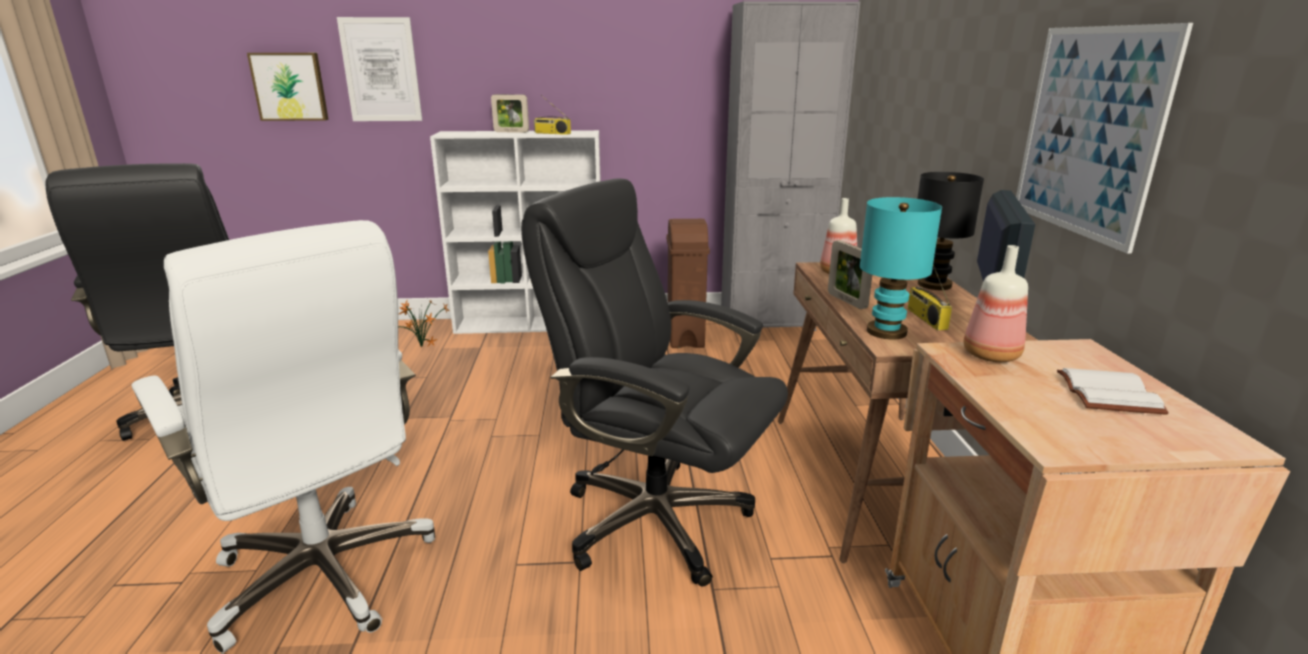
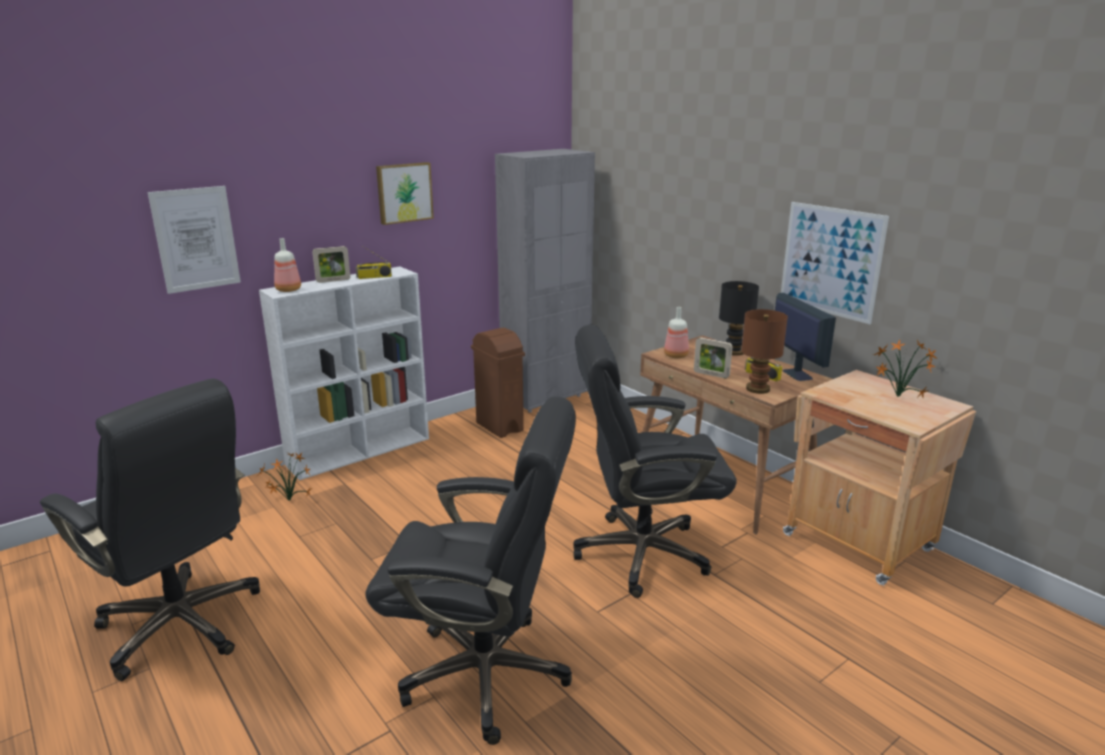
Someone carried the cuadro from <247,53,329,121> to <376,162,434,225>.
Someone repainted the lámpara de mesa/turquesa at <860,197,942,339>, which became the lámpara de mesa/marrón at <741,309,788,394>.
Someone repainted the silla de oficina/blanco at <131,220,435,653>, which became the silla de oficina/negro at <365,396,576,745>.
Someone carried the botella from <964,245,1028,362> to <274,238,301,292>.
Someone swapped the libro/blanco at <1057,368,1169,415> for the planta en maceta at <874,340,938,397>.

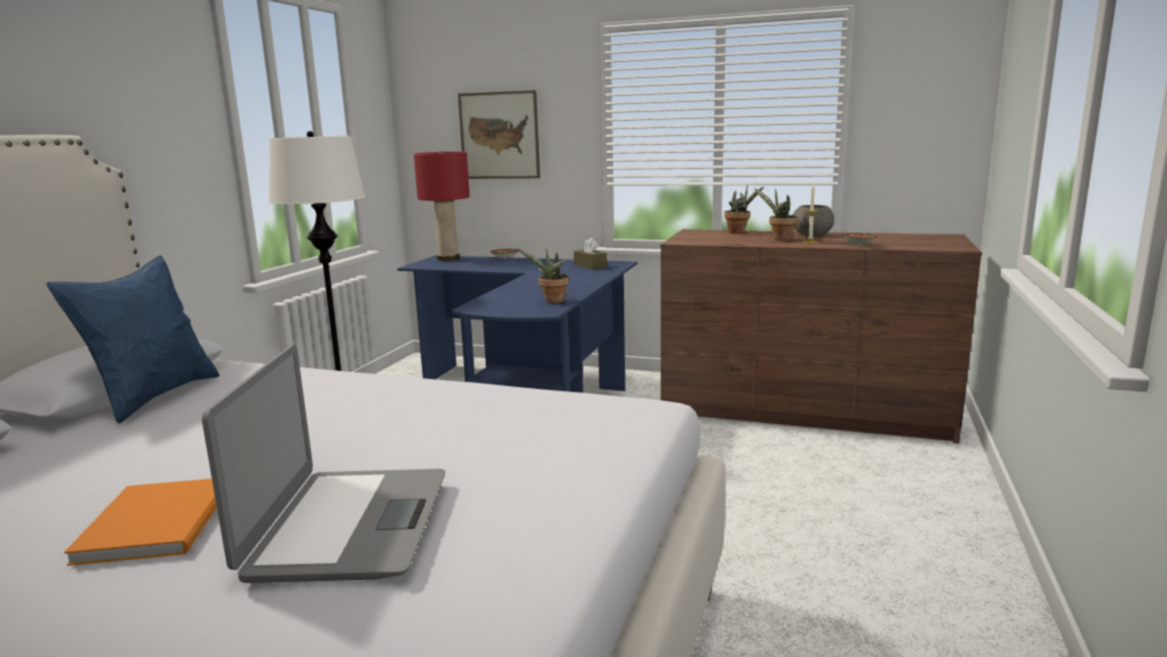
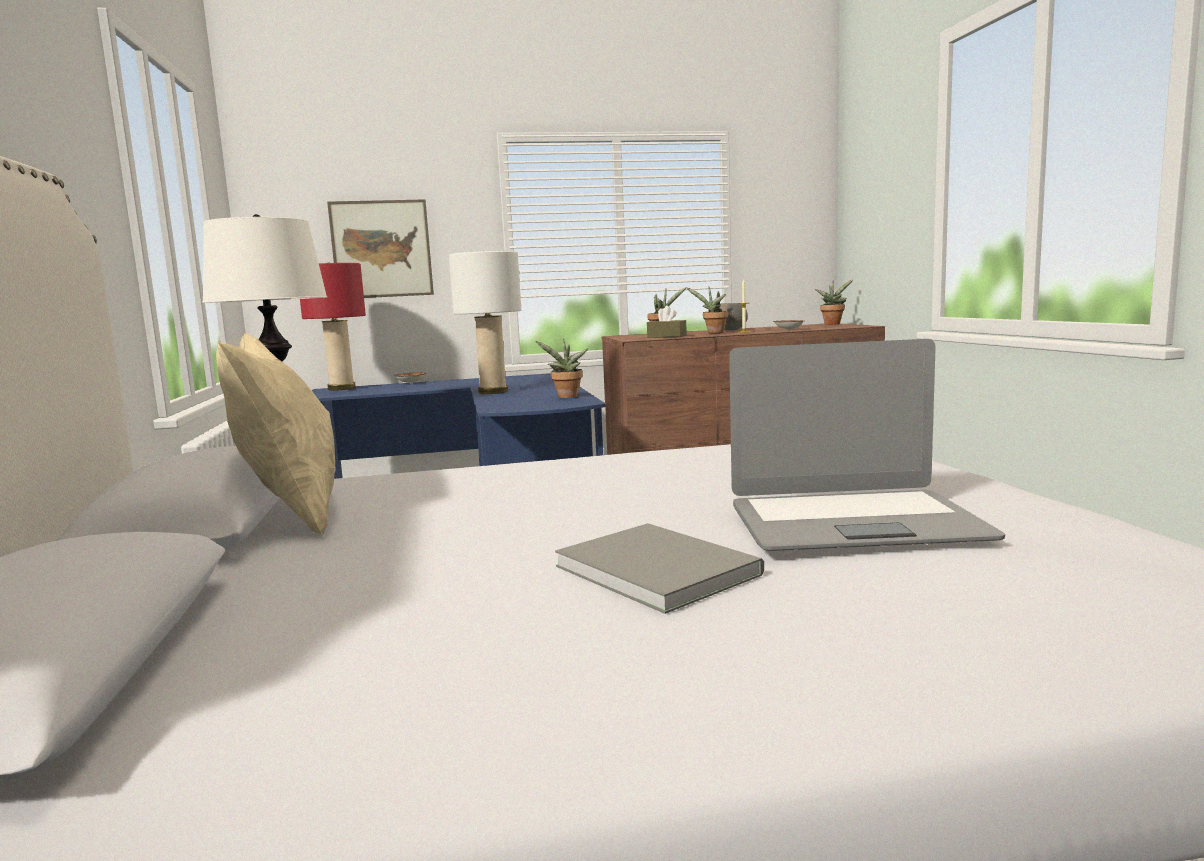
Someone carried the caja de pañuelos/marrón from <574,238,607,269> to <647,306,687,338>.
Someone repainted the cojín/azul at <46,256,219,424>, which became the cojín/beis at <216,333,336,536>.
Someone rotated the portátil at <202,345,445,583> by 120 degrees clockwise.
Someone repainted the libro/naranja at <64,479,217,566>, which became the libro/gris at <555,523,764,614>.
Someone put down the lámpara de mesa/blanco at <449,251,521,394>.
Someone put down the planta en maceta at <815,279,853,325>.

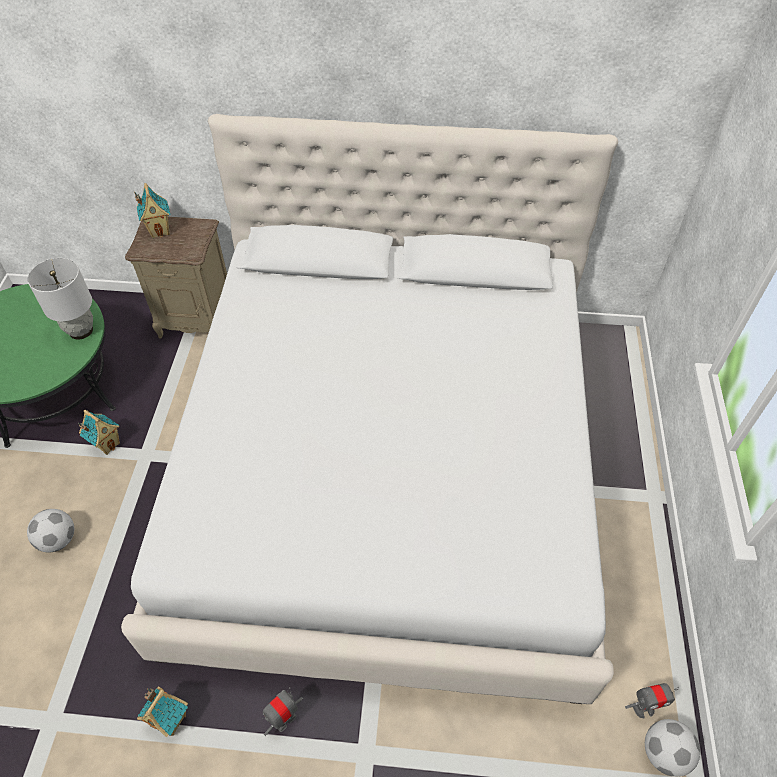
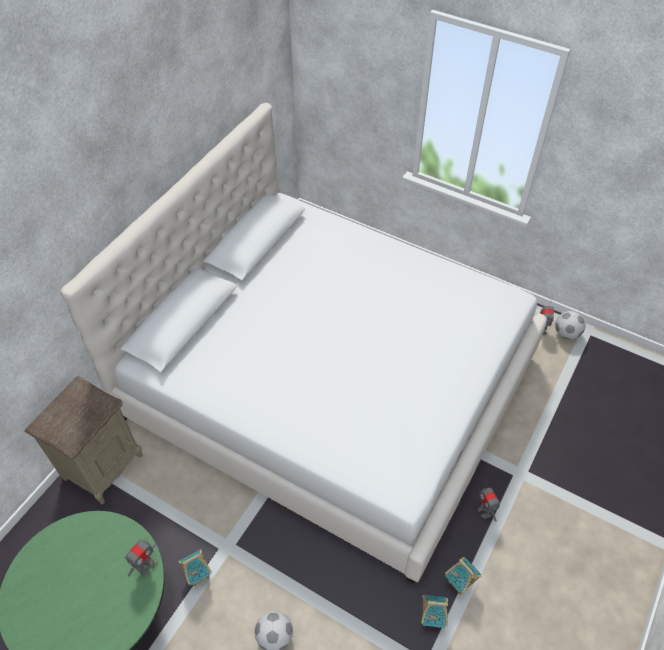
Someone carried the casita from <134,183,170,238> to <421,595,448,628>.
Someone took away the lámpara de mesa/blanco at <28,258,93,340>.
Someone put down the robot de juguete at <124,536,157,577>.

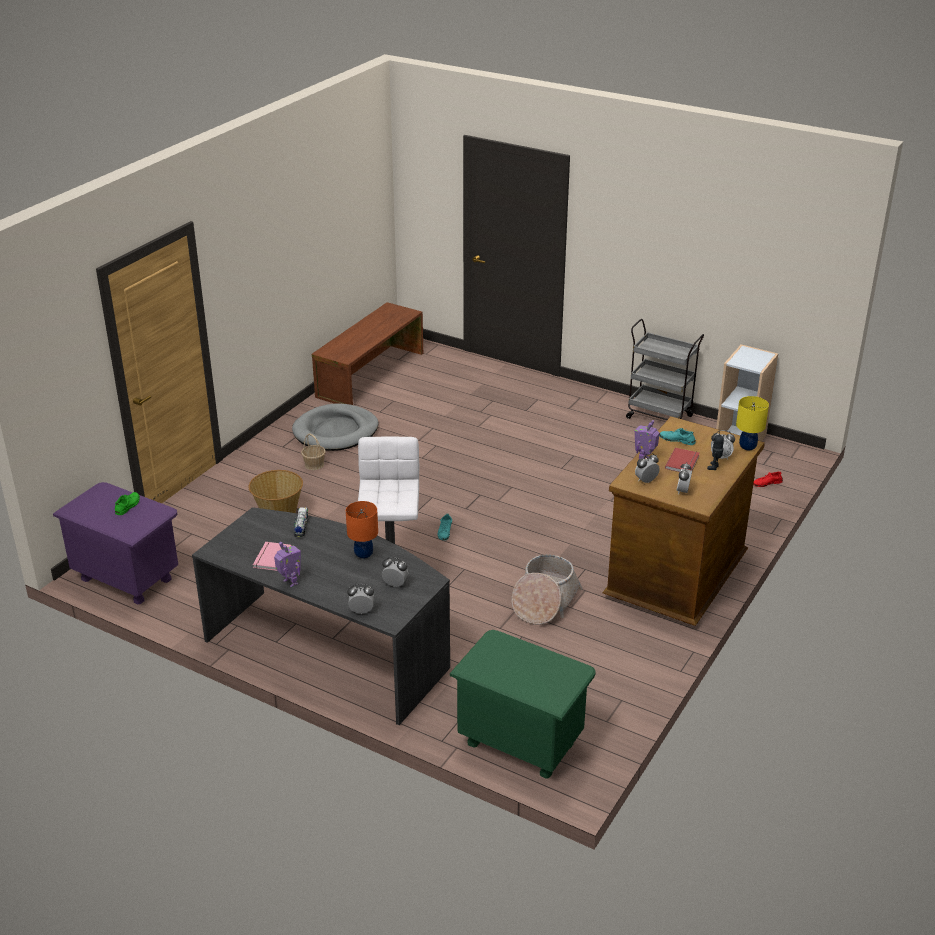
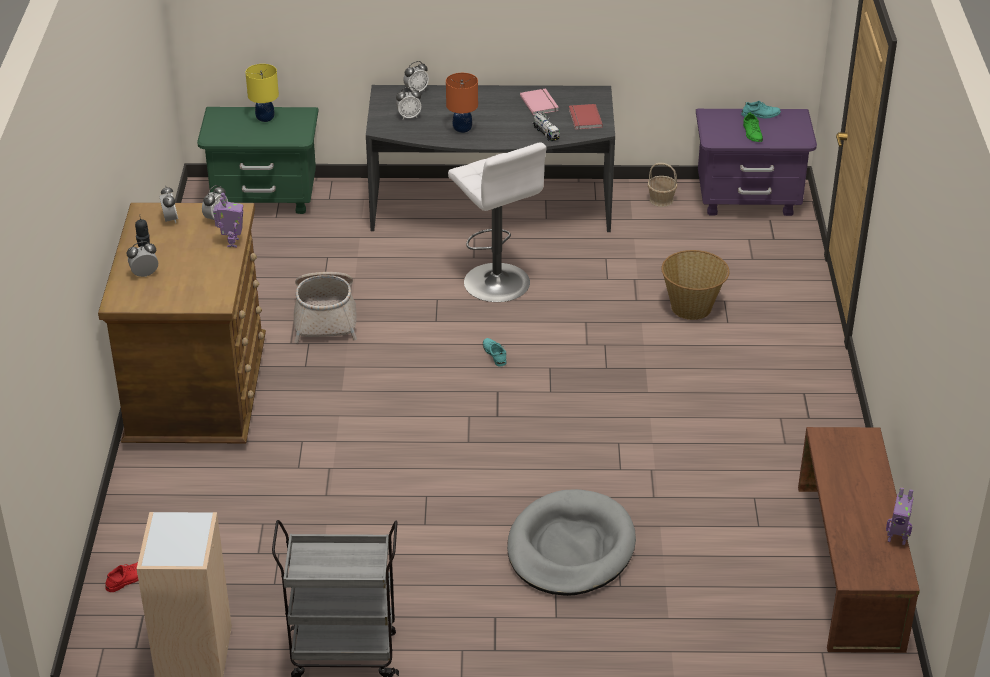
Someone carried the lámpara de mesa/amarillo from <736,396,769,450> to <245,64,279,122>.
Someone carried the cama para perro/gris from <292,403,379,451> to <507,489,636,596>.
Someone carried the zapato/turquesa from <659,428,696,445> to <741,101,781,119>.
Someone carried the cesta from <301,434,326,470> to <648,163,677,207>.
Someone carried the libro/rojo from <665,448,699,472> to <569,104,603,130>.
Someone carried the robot de juguete from <274,542,301,587> to <886,487,914,545>.

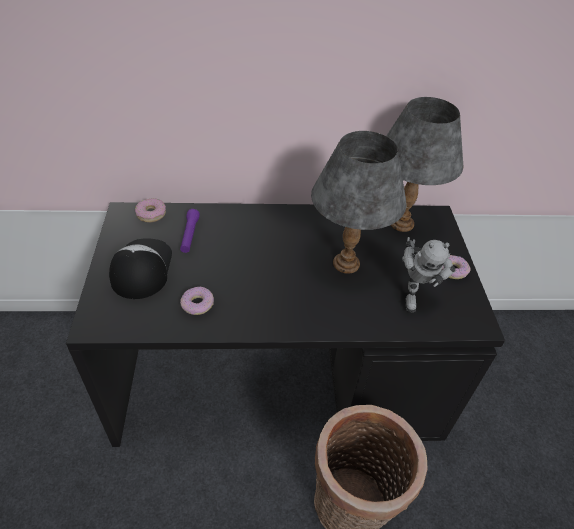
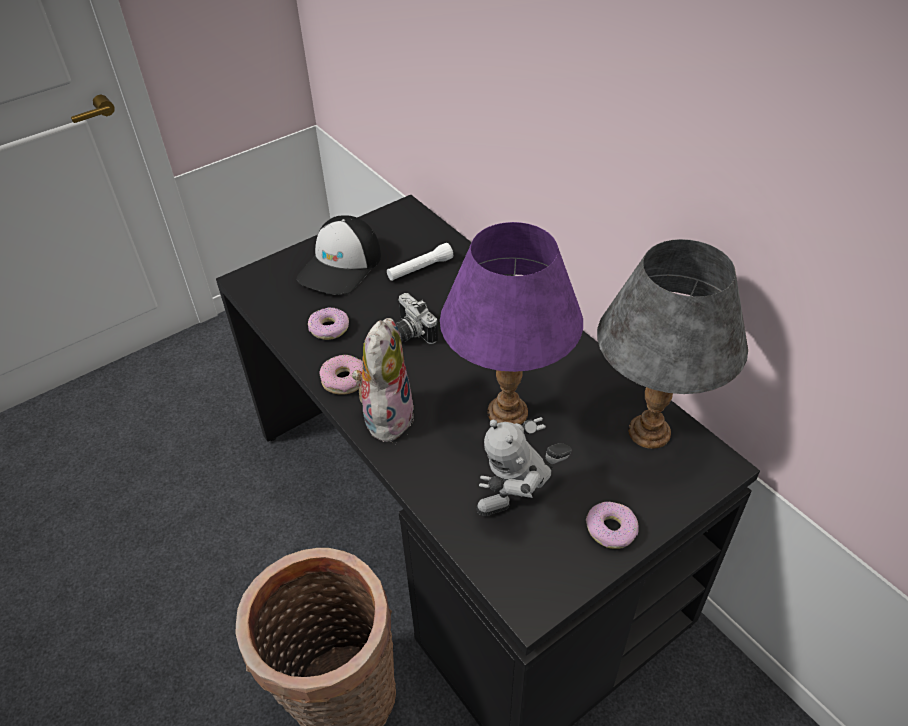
Someone repainted the lámpara de mesa/gris at <311,131,407,274>, which became the lámpara de mesa/morado at <440,222,583,425>.
Someone carried the rosquilla from <135,198,166,222> to <320,355,363,395>.
Someone repainted the linterna/morado at <180,209,200,253>, which became the linterna/blanco at <387,243,453,281>.
Someone rotated the gorra at <109,238,172,299> by 150 degrees clockwise.
Someone put down the cámara at <396,293,438,344>.
Someone put down the peluche at <352,318,414,445>.

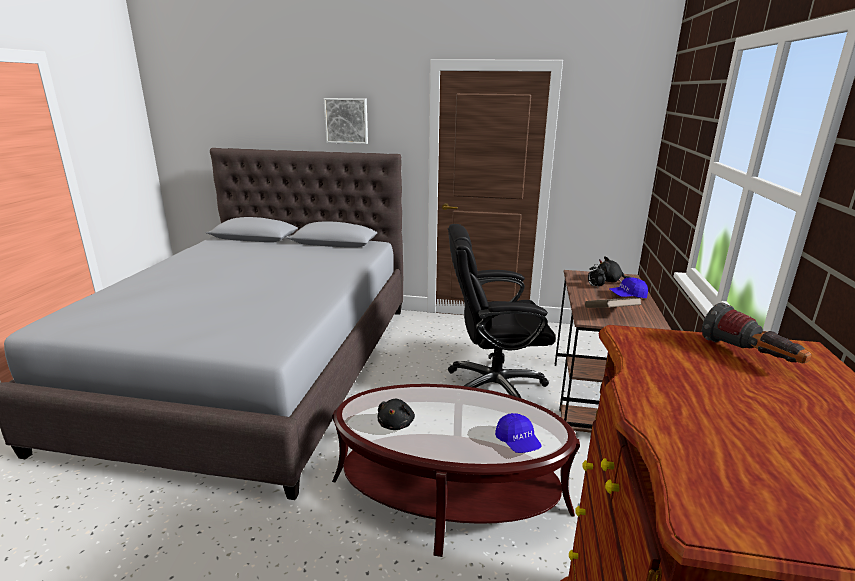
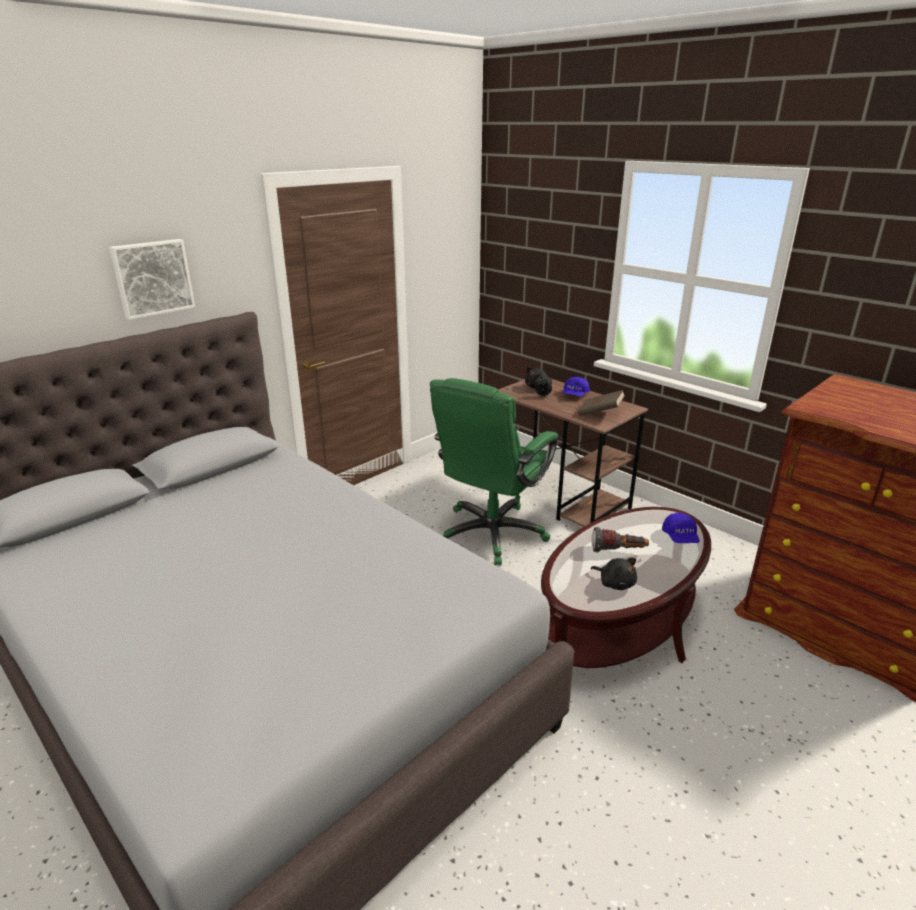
Someone repainted the silla de oficina/negro at <448,224,555,398>, which became the silla de oficina/verde at <430,378,558,566>.
Someone carried the linterna from <702,303,811,363> to <591,527,649,553>.
Someone rotated the gorra/azul at <495,413,542,453> by 75 degrees clockwise.

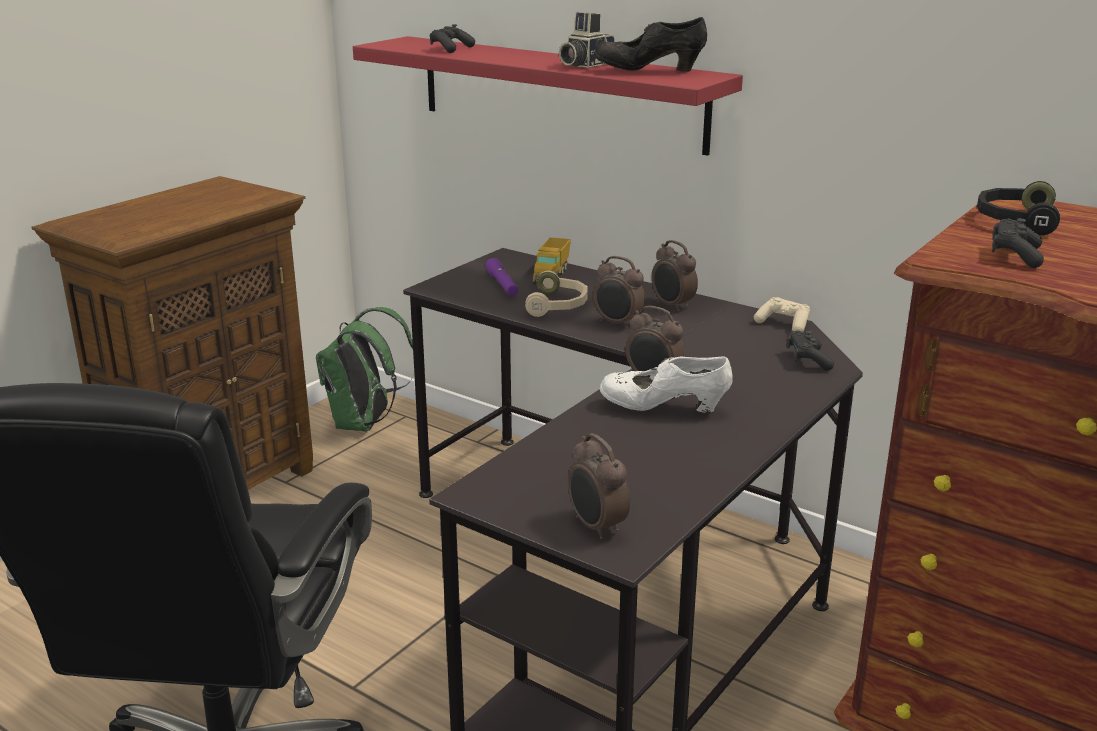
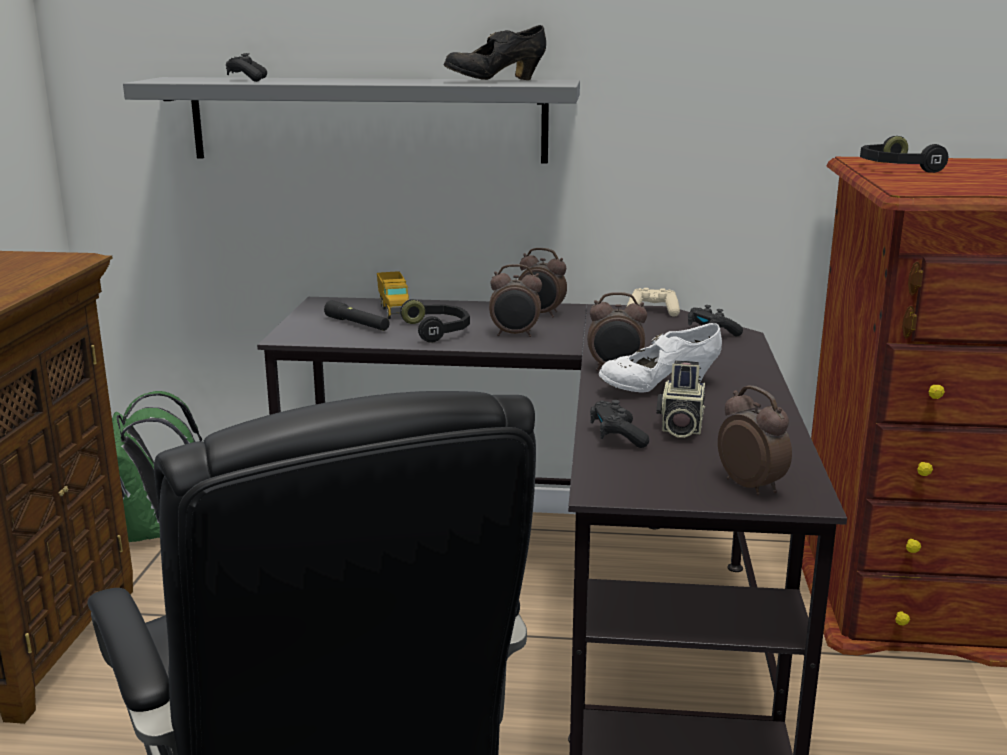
Someone carried the cámara from <559,11,615,68> to <656,360,705,438>.
Someone repainted the estante/rojo at <353,36,743,156>, which became the estante/gris at <123,77,580,163>.
Someone carried the mando de consola/negro from <992,218,1044,268> to <590,400,649,448>.
Someone repainted the linterna/morado at <485,258,519,296>, which became the linterna/negro at <324,300,390,331>.
Someone repainted the auriculares/beis at <525,271,588,317>, which became the auriculares/negro at <400,299,470,343>.
Someone rotated the despertador at <568,433,630,540> by 150 degrees counterclockwise.

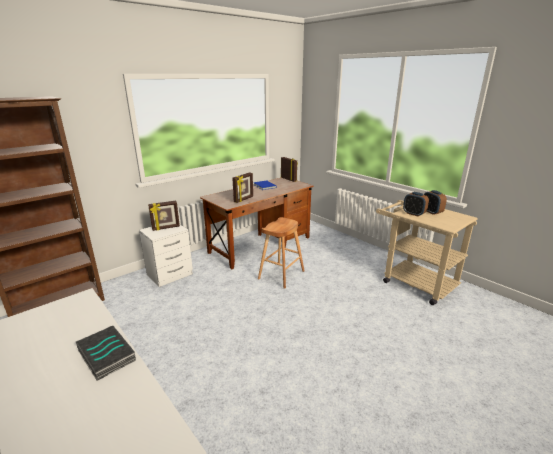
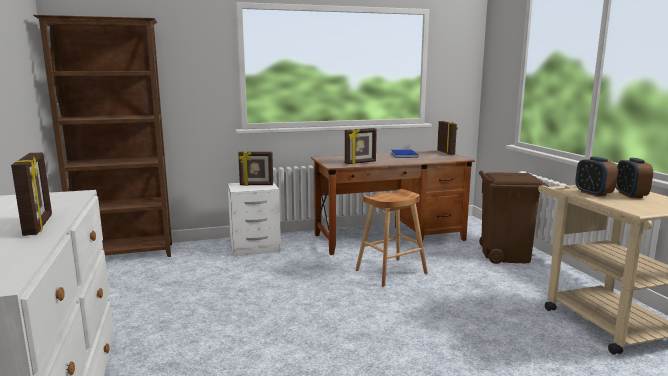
Someone swapped the libro at <76,326,136,381> for the portarretratos at <11,152,52,236>.
Someone put down the papelera/marrón at <479,171,549,264>.

